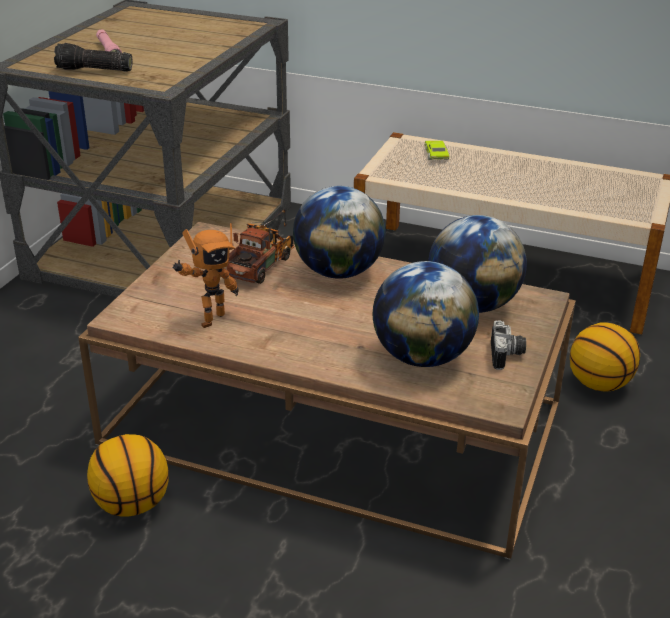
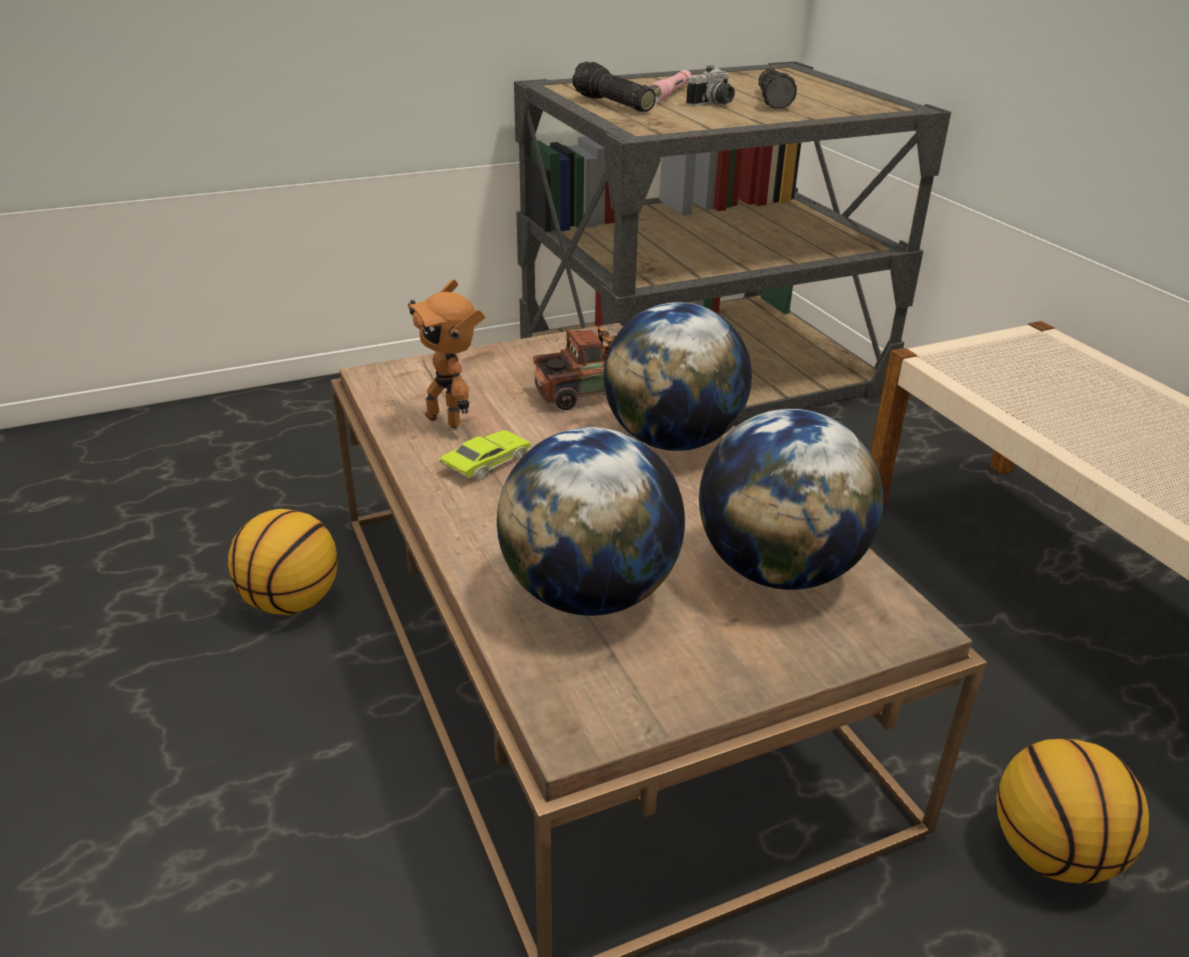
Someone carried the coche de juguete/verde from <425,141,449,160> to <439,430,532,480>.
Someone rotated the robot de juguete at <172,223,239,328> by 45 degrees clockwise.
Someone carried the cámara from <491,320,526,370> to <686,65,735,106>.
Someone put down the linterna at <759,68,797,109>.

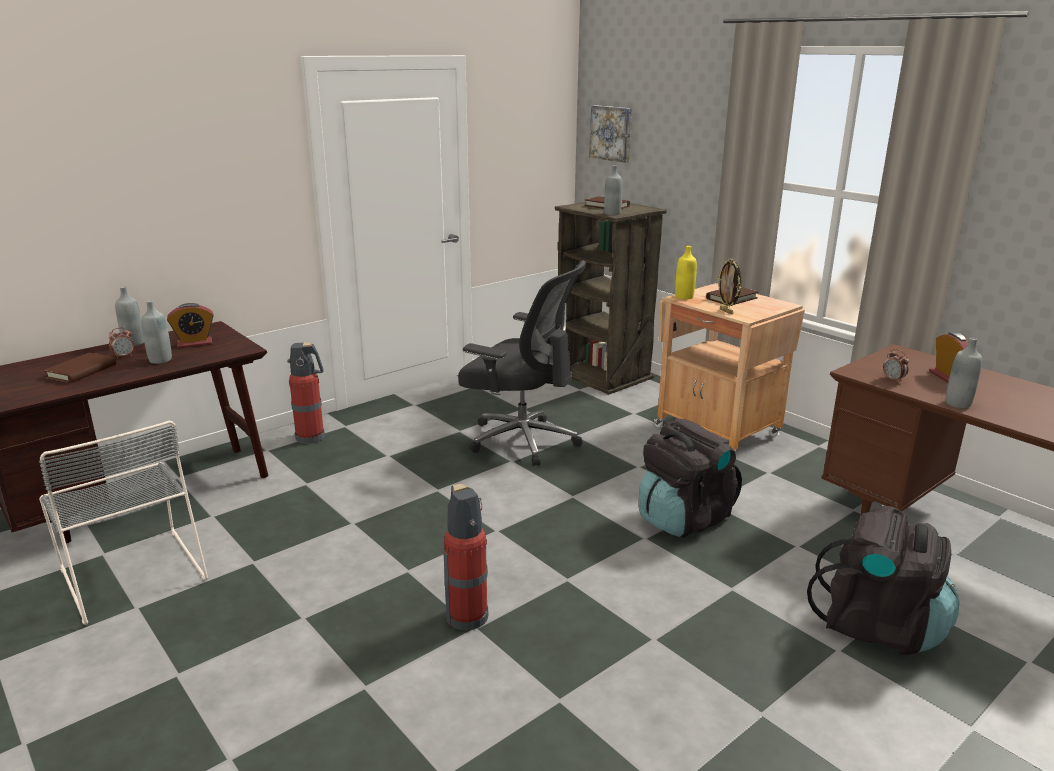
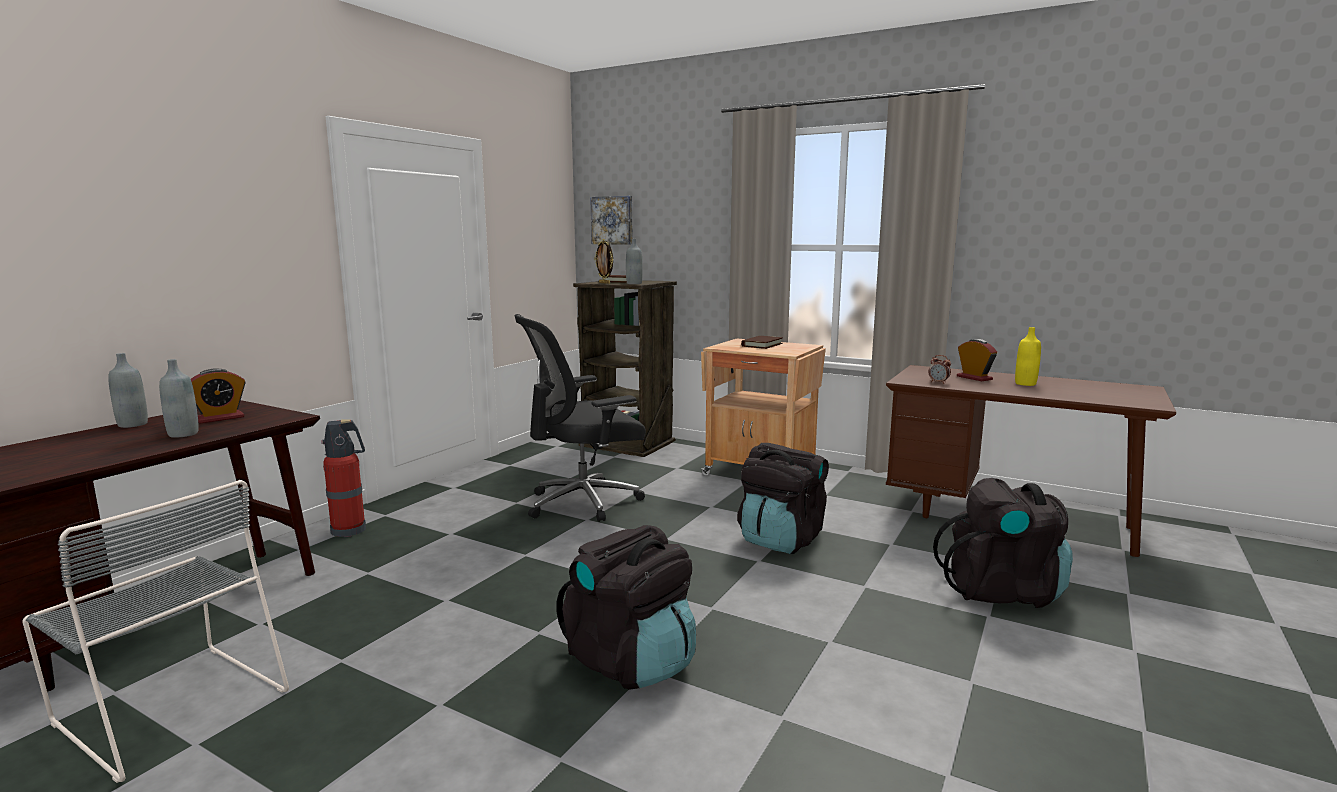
Someone carried the botella/amarillo from <675,246,697,300> to <1015,327,1041,386>.
Someone carried the portarretratos from <718,258,742,315> to <594,239,613,284>.
Someone rotated the silla de oficina at <458,260,586,466> by 150 degrees clockwise.
Someone took away the despertador at <108,327,134,359>.
Someone took away the botella/gris at <946,338,982,408>.
Someone took away the libro/marrón at <43,353,116,383>.
Someone swapped the extintor at <443,483,488,630> for the mochila/negro at <557,525,696,690>.

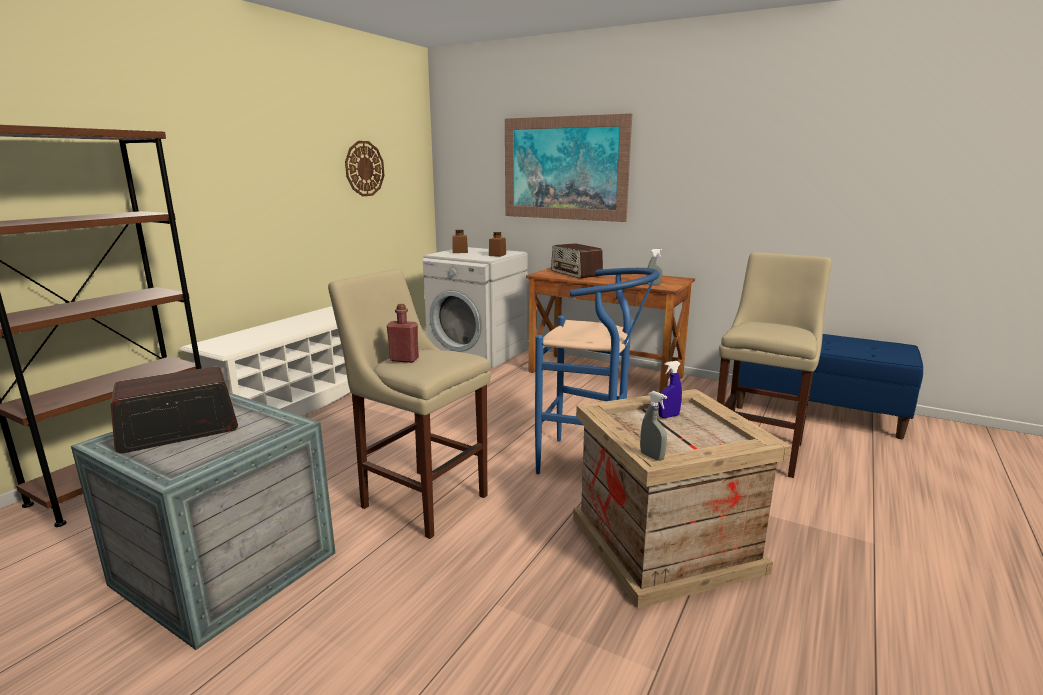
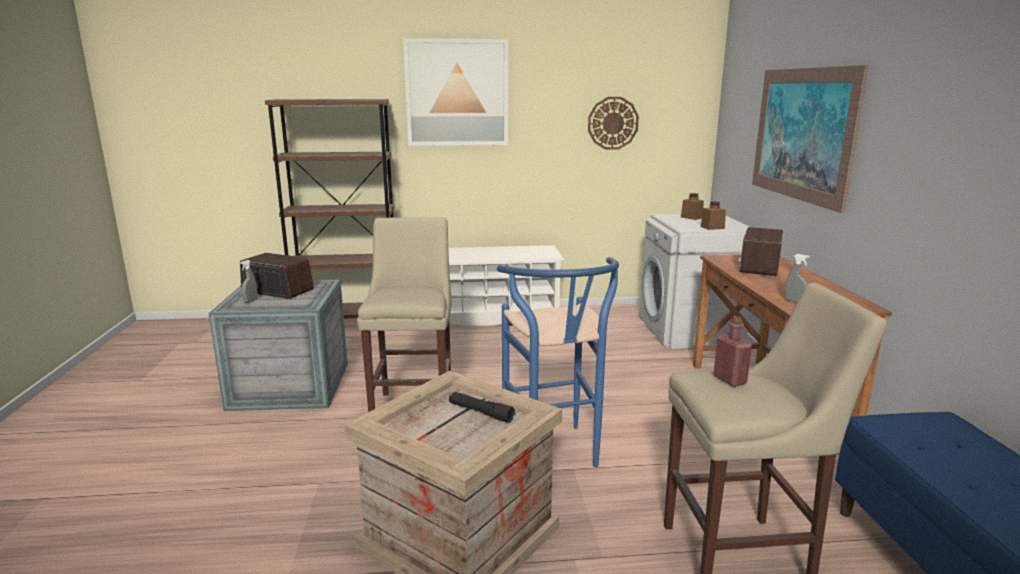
Someone carried the botella/rojo from <387,304,419,363> to <713,316,752,387>.
Someone swapped the pulverizador/azul at <659,361,682,418> for the linterna/negro at <449,392,515,423>.
Someone carried the pulverizador/gris from <640,391,667,461> to <240,260,258,303>.
Someone put up the cuadro at <403,38,508,146>.

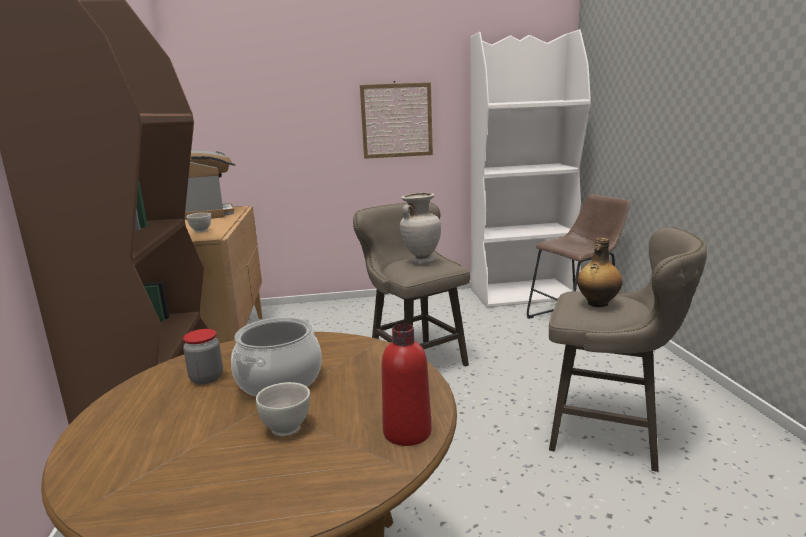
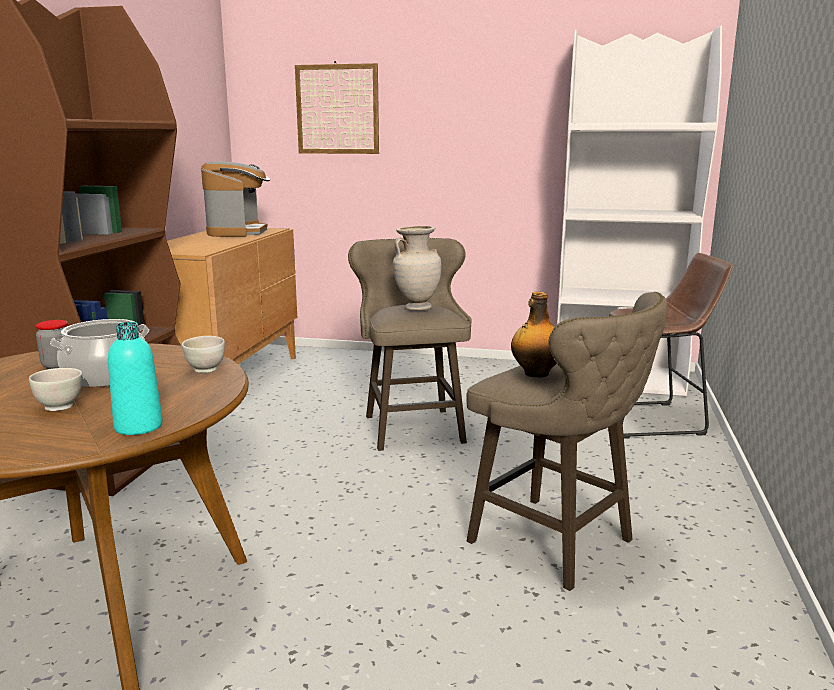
Someone carried the cuadro from <360,81,433,159> to <295,61,379,154>.
Someone carried the cuenco/blanco from <186,213,211,232> to <182,336,225,373>.
Someone repainted the botella/rojo at <382,324,432,446>, which became the botella/turquesa at <108,322,163,435>.

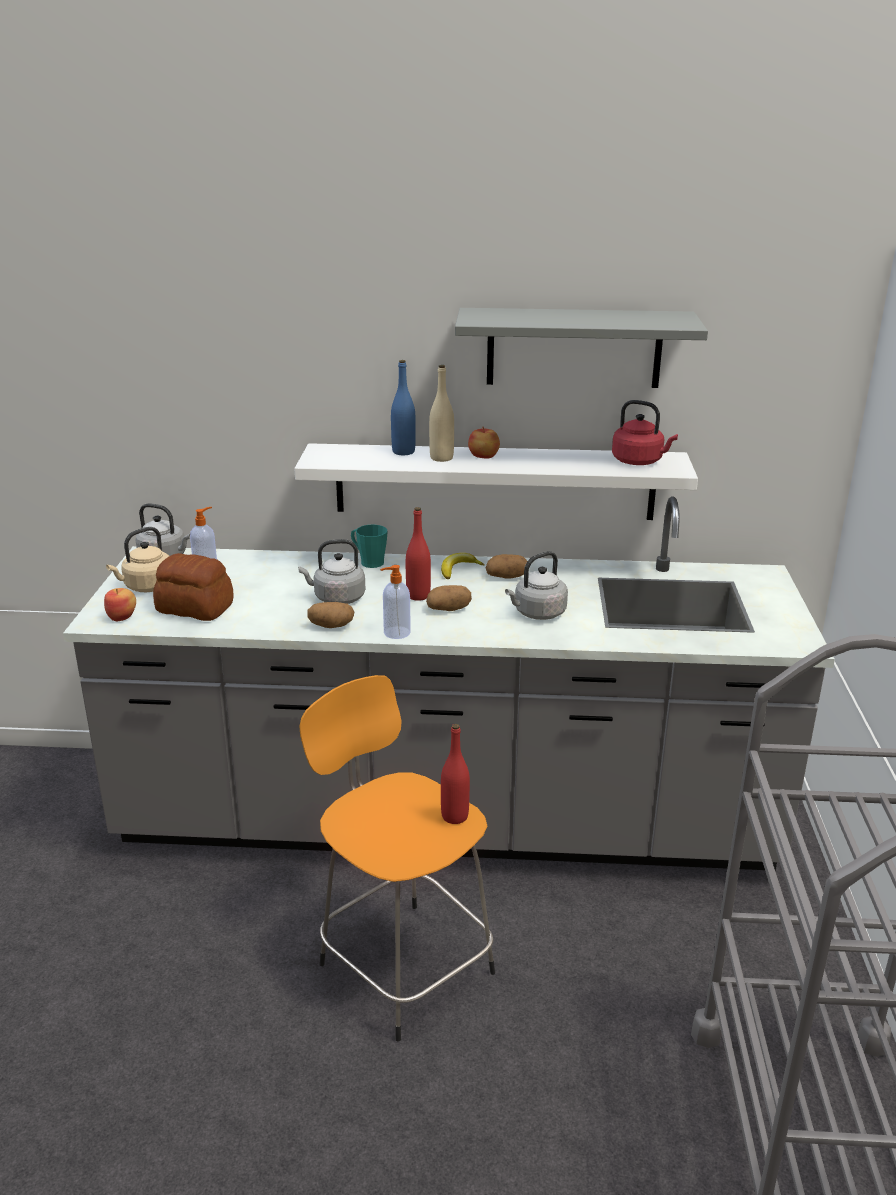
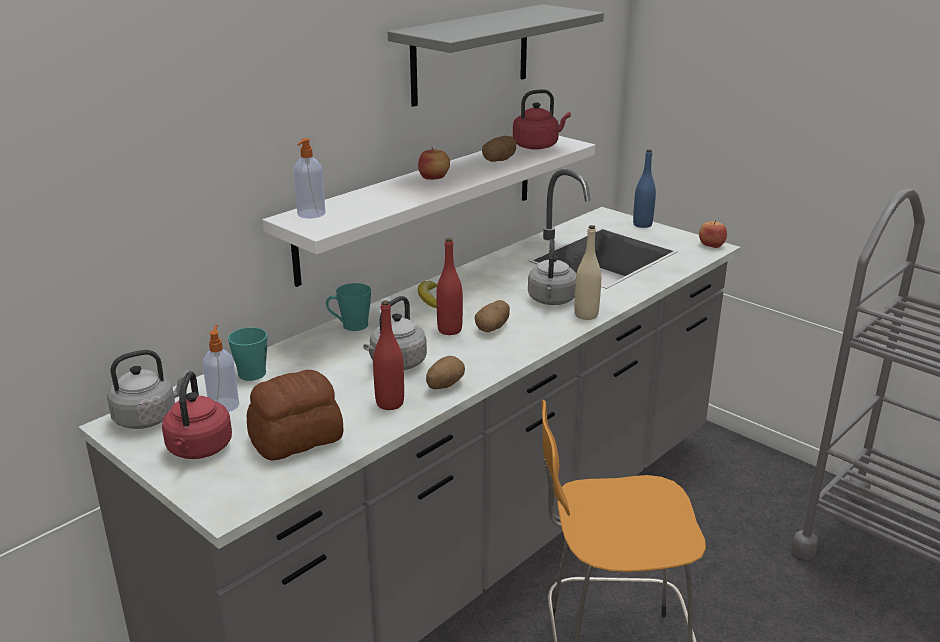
Someone carried the botella/azul from <391,360,416,455> to <633,149,656,228>.
Someone carried the botella/beis from <429,365,454,462> to <575,225,601,320>.
Someone repainted the hervidor/beis at <106,527,169,592>, which became the hervidor/rojo at <162,371,232,459>.
Someone carried the patata from <485,554,527,579> to <482,136,516,162>.
Someone carried the dispensador de jabón from <380,565,411,639> to <294,138,325,219>.
Someone carried the manzana from <104,588,136,621> to <699,220,727,248>.
Someone carried the botella/rojo from <441,724,470,824> to <373,300,404,410>.
Someone put down the taza grande/turquesa at <228,327,268,381>.

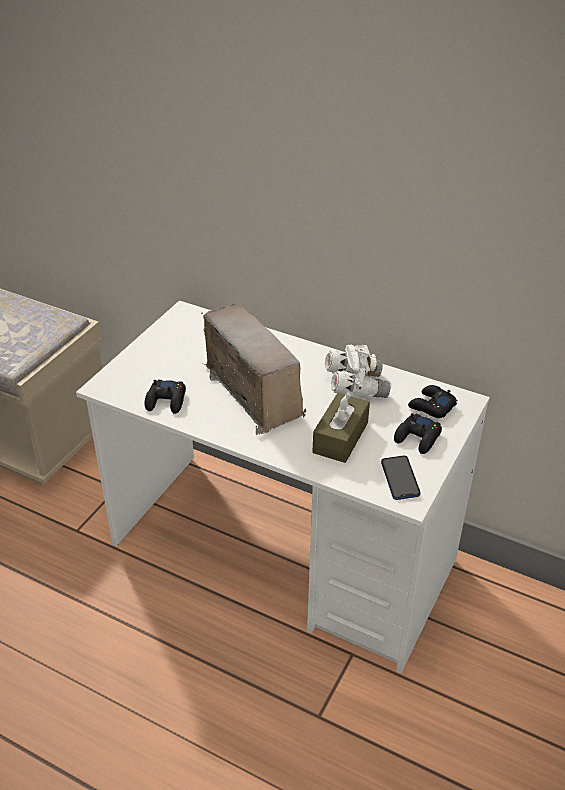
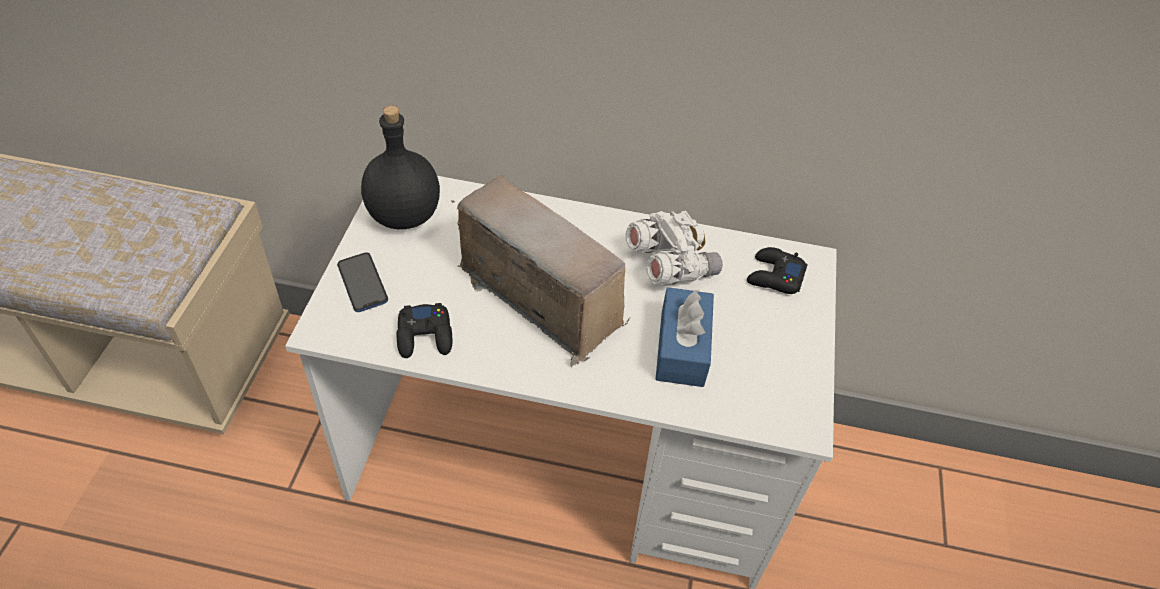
Someone repainted the caja de pañuelos/marrón at <313,391,370,463>, which became the caja de pañuelos/azul at <655,287,714,387>.
Someone took away the mando de consola/negro at <394,413,442,454>.
Someone carried the móvil from <381,455,420,500> to <337,252,388,312>.
Someone put down the botella/negro at <361,106,440,229>.

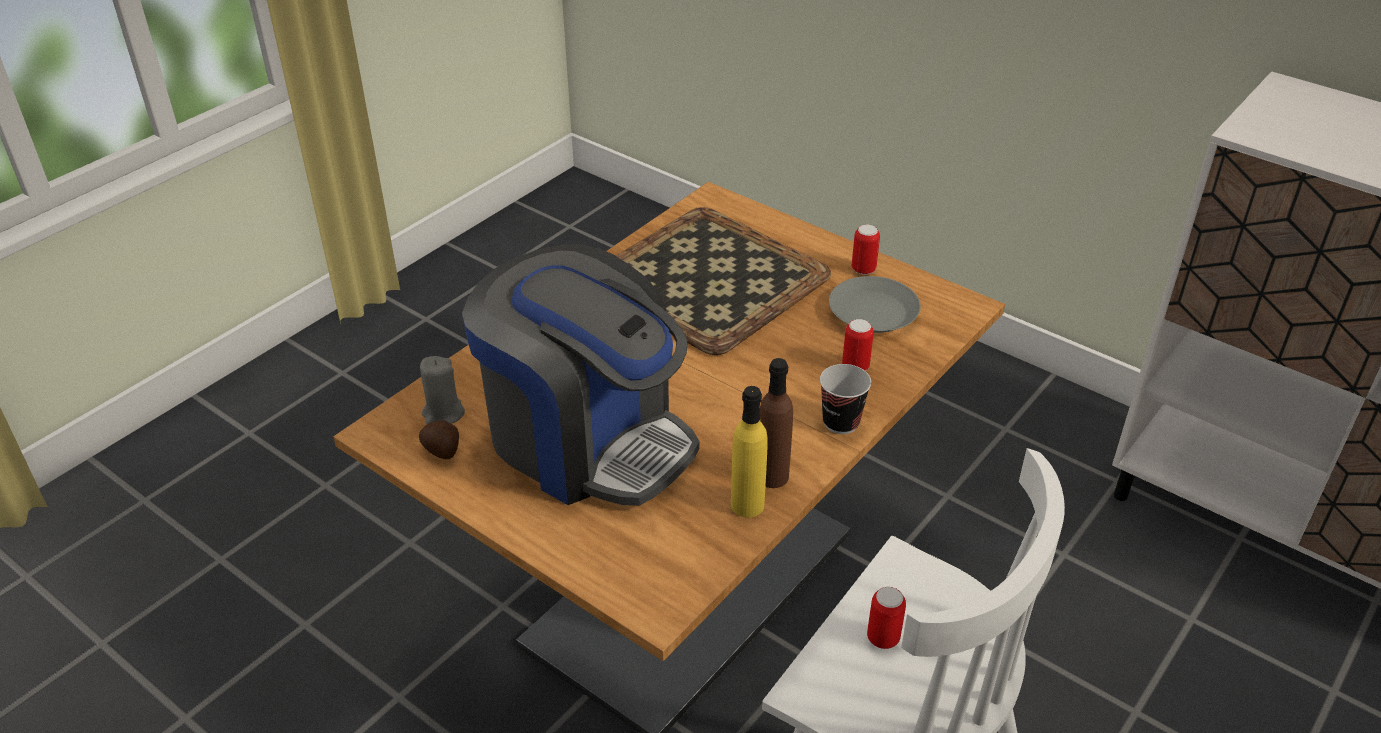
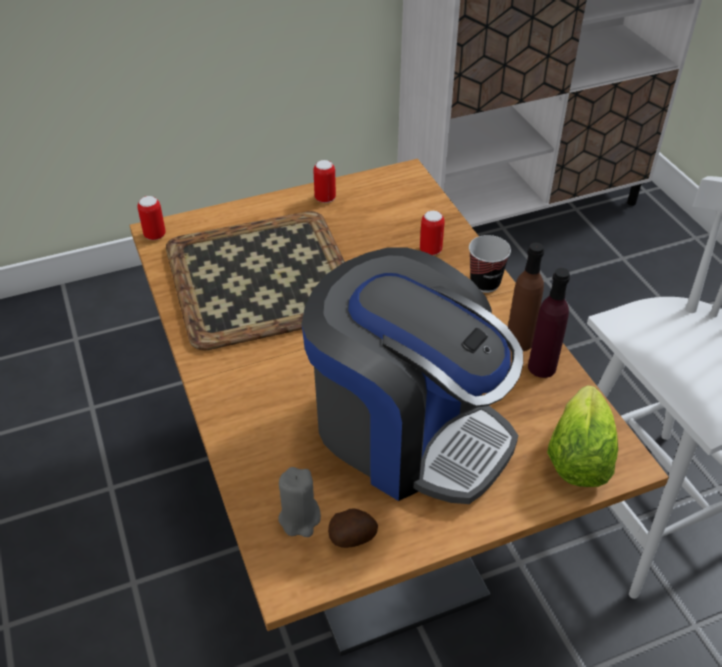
Someone rotated the cafetera at <462,244,700,506> by 60 degrees clockwise.
Someone took away the plato/gris at <829,276,921,333>.
Someone repainted the botella/amarillo at <731,386,768,517>, which became the botella/morado at <528,268,570,378>.
Someone carried the lata from <867,587,906,649> to <137,196,166,240>.
Someone put down the lechuga at <547,385,618,487>.

